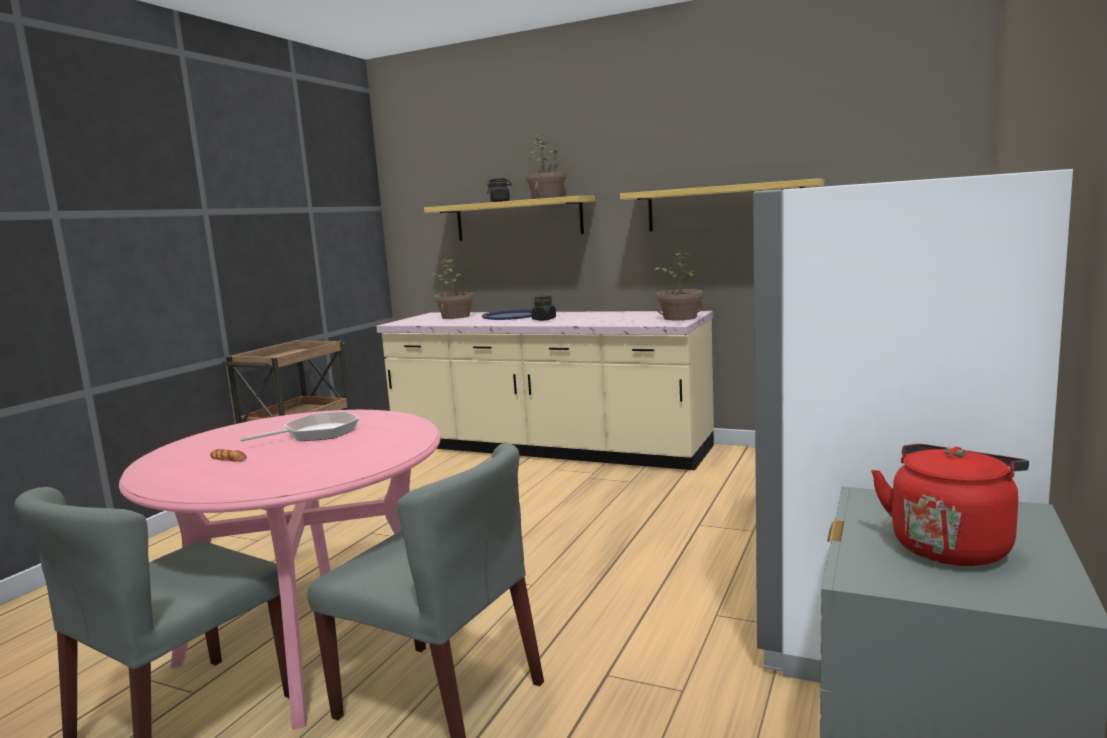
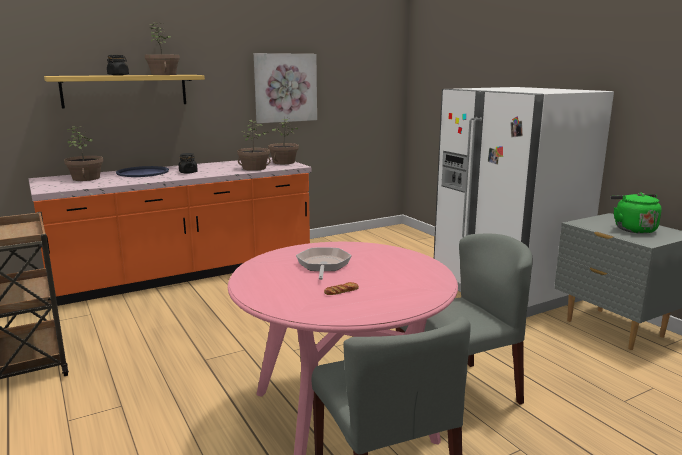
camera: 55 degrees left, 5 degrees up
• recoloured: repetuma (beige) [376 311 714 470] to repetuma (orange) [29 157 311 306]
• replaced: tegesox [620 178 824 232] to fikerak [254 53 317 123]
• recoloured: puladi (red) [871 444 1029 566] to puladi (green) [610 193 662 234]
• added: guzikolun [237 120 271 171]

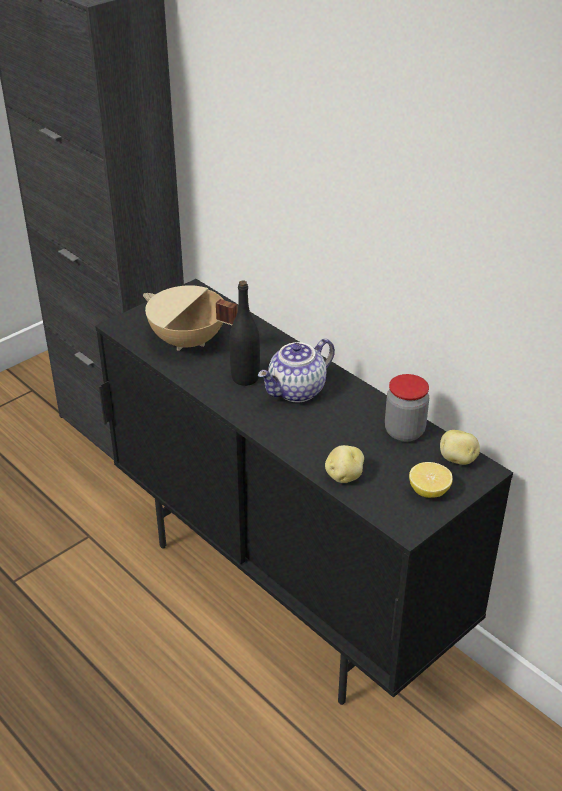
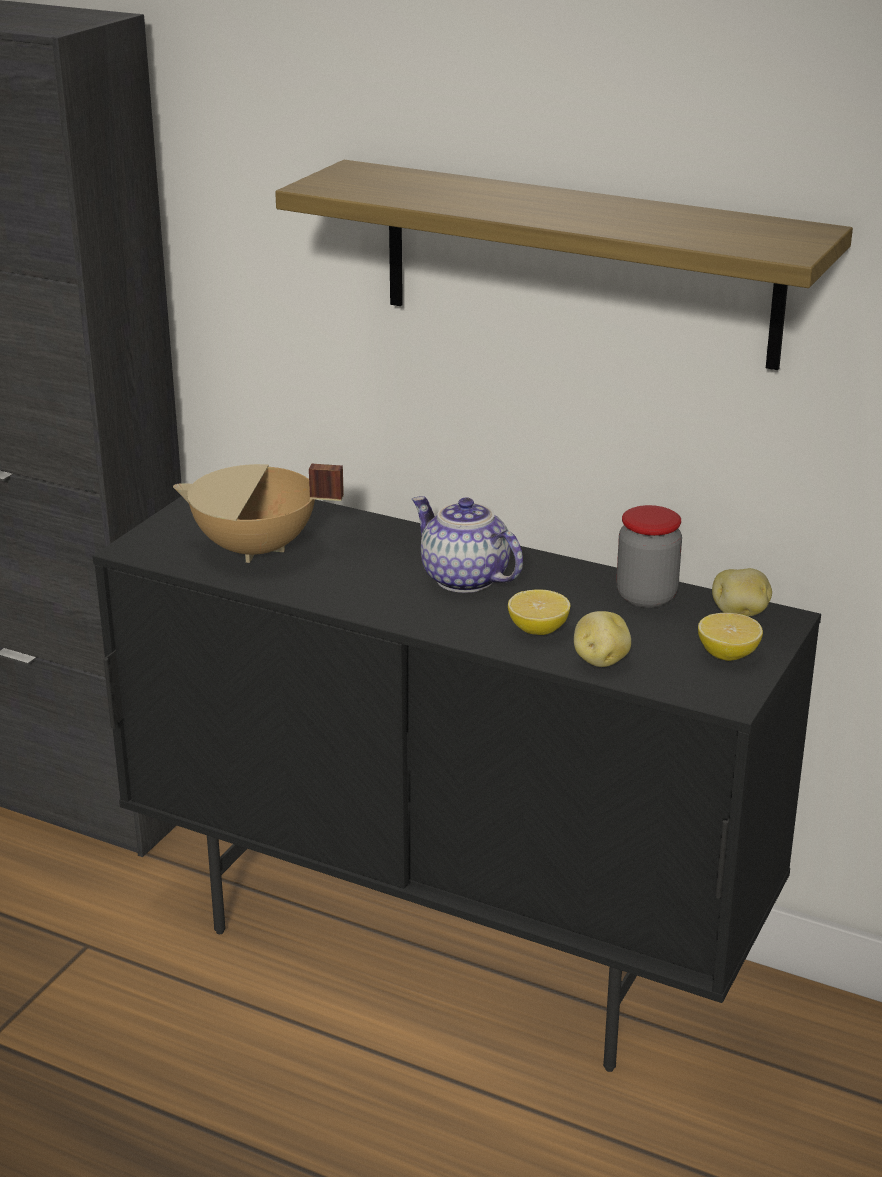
camera: 20 degrees left, 10 degrees down
• removed: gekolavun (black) [229 280 260 386]
• turned: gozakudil [258 338 335 402] = [412 496 523 593] 105 degrees clockwise
• added: tegesox [275 160 853 370]
• added: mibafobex [508 589 570 635]

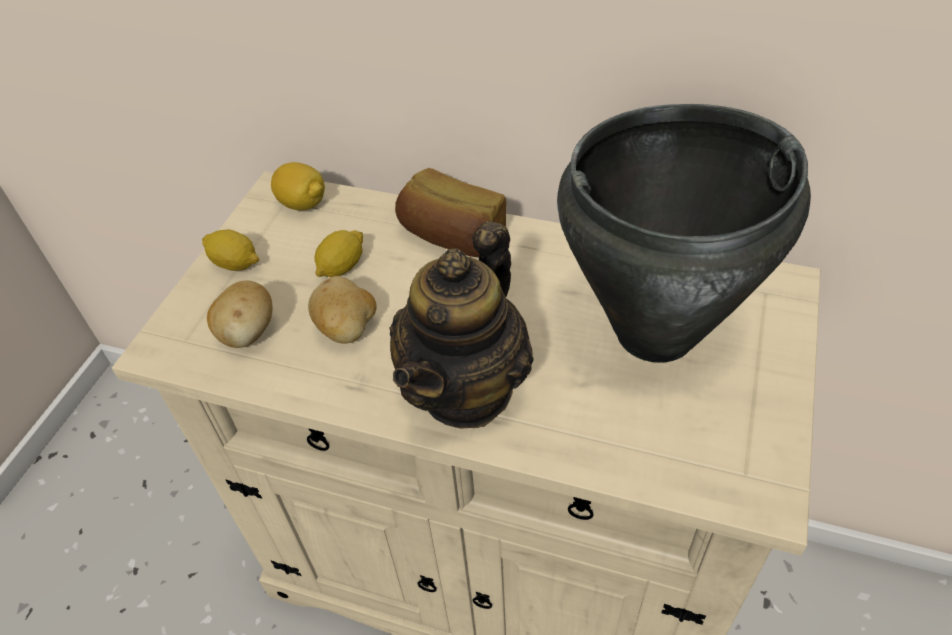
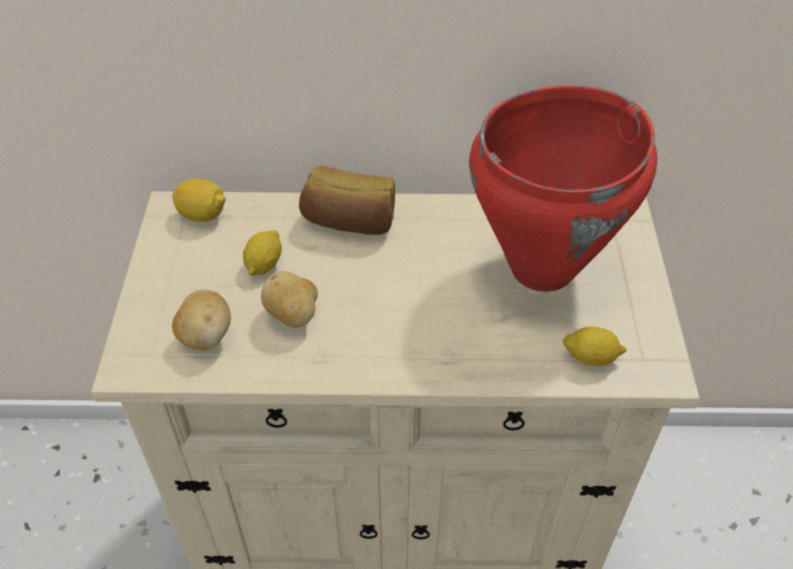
camera: 20 degrees left, 0 degrees up
• moved: mibafobex [202 229 259 271] to [562 327 627 366]
• removed: gozakudil [389 221 534 429]
• recoloured: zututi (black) [557 104 811 363] to zututi (red) [469 85 657 292]

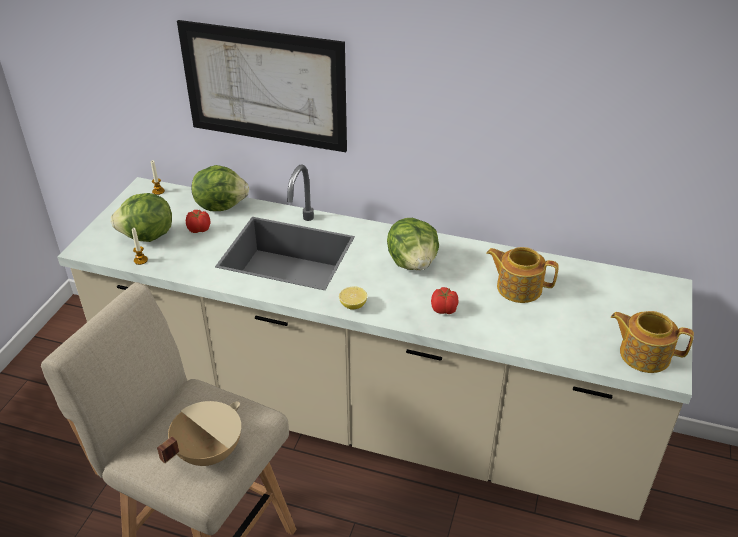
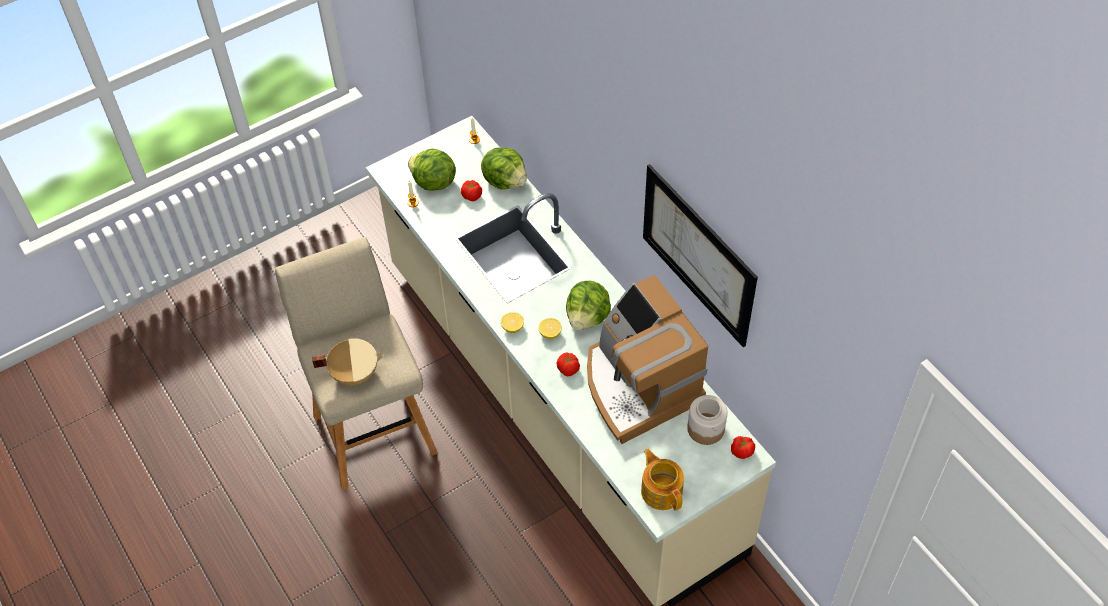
camera: 40 degrees right, 15 degrees up
• moved: fikerak [177 20 347 152] to [643 164 758 347]
• replaced: gozakudil [486 247 559 303] to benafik [587 275 708 444]
• added: mibafobex [538 318 562 339]
• added: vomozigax [687 395 727 445]
• added: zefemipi [731 436 755 459]

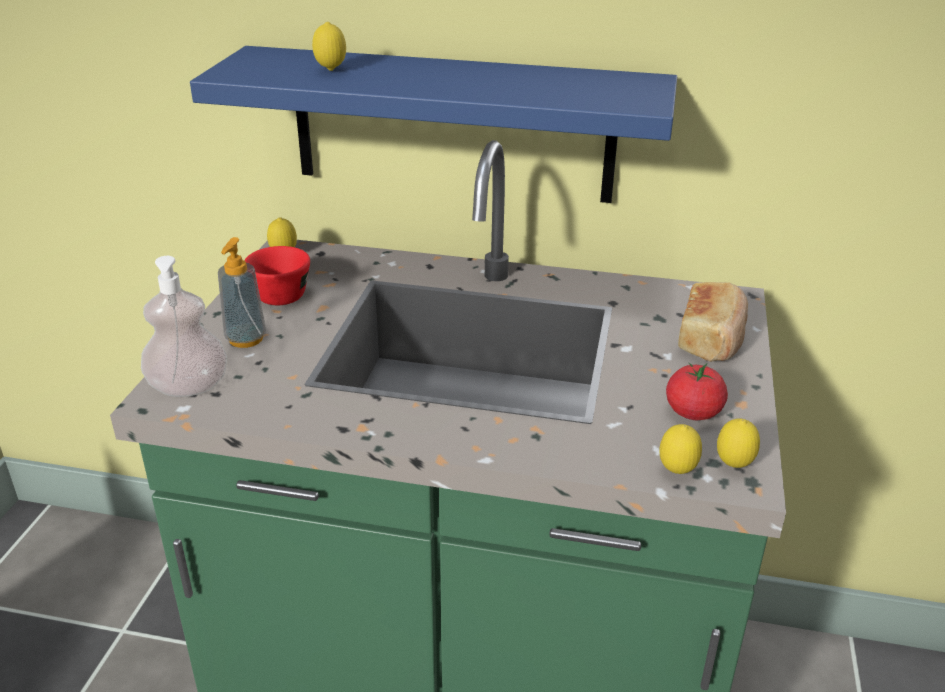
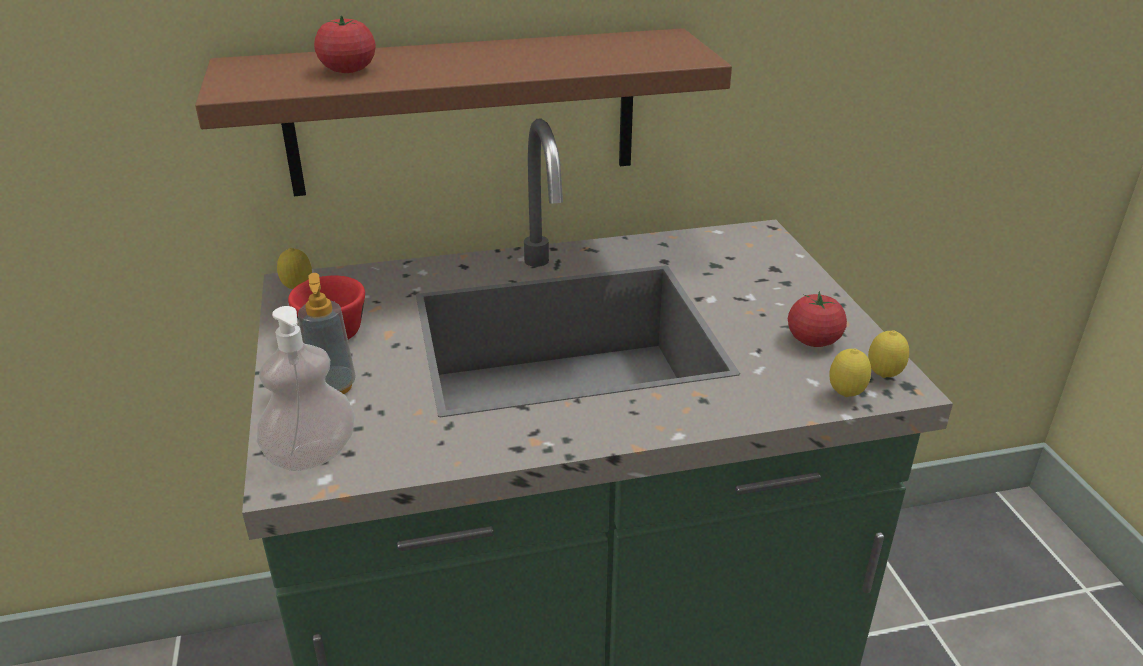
camera: 25 degrees left, 0 degrees up
• recoloured: tegesox (blue) [190 46 677 203] to tegesox (brown) [195 28 732 196]
• replaced: mibafobex [312 22 346 71] to zefemipi [314 15 376 73]
• removed: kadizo [678 282 748 362]

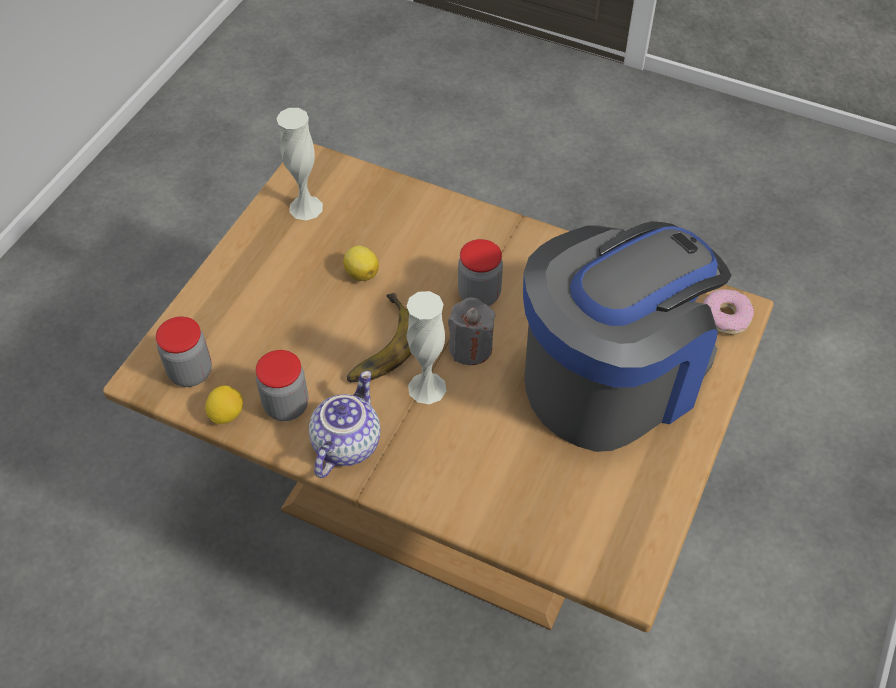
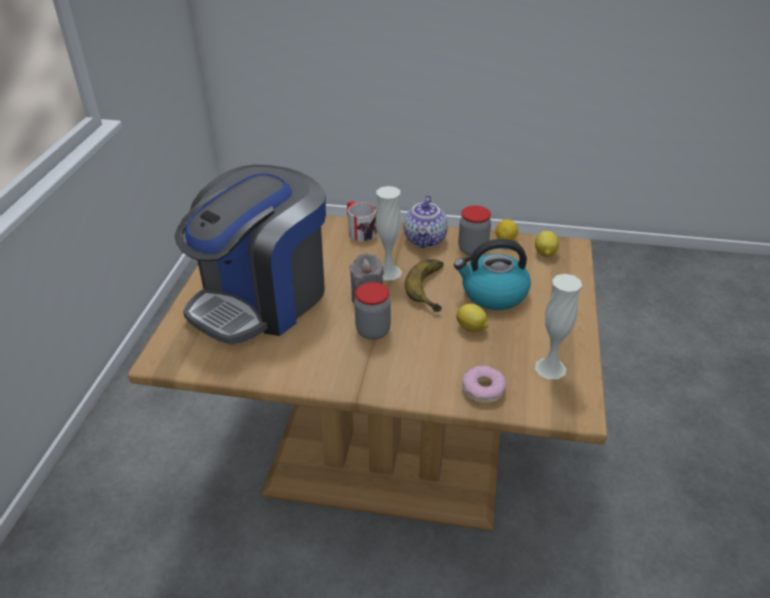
camera: 165 degrees right, 15 degrees down
• replaced: vomozigax [156 317 212 387] to mibafobex [535 231 559 257]
• moved: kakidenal [703 289 754 335] to [462 365 507 404]
• added: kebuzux [347 201 377 241]
• added: puladi [454 239 531 310]

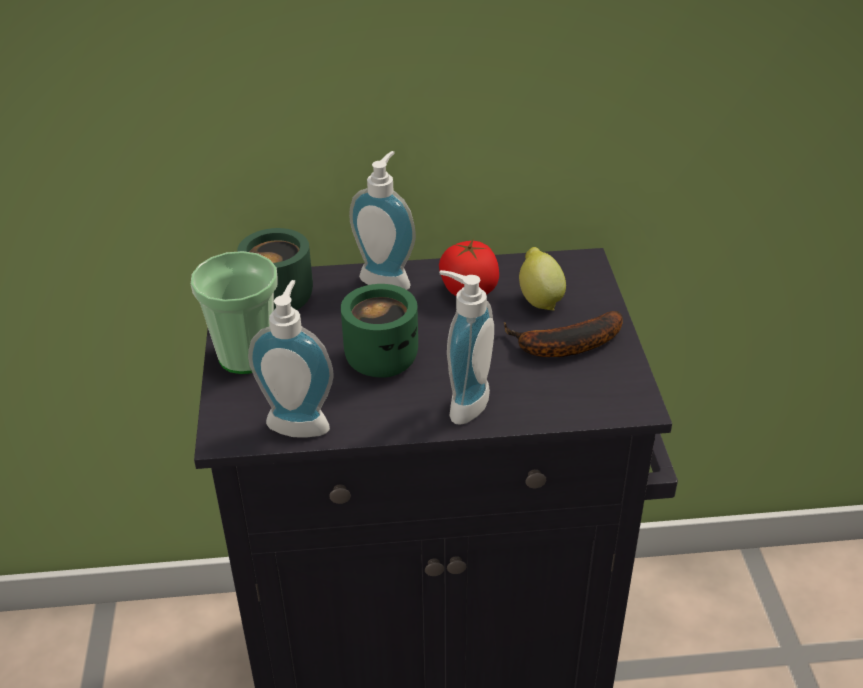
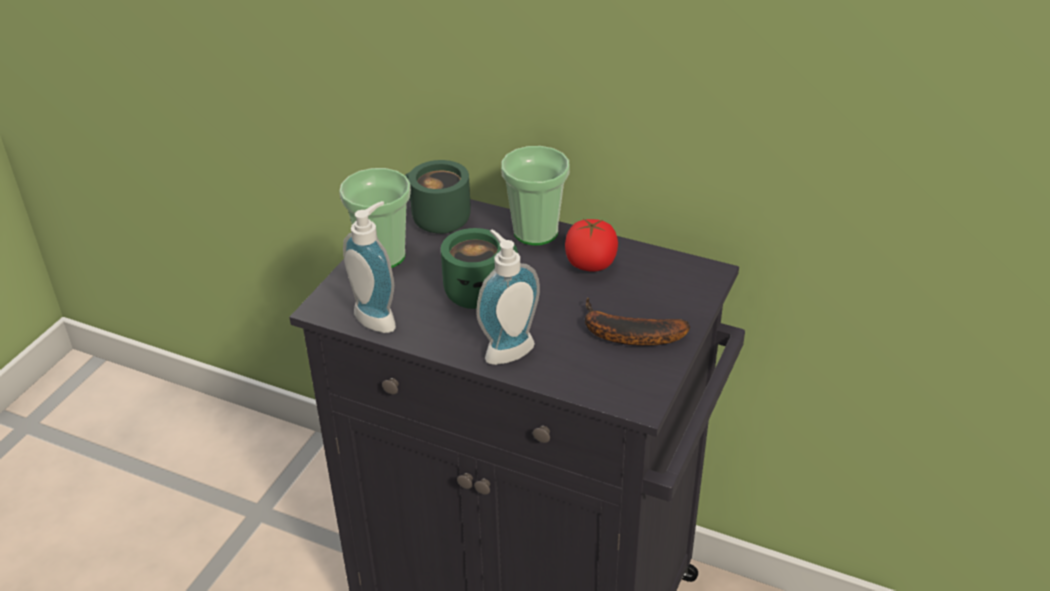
camera: 30 degrees right, 0 degrees up
• replaced: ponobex [349 151 416 290] to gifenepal [501 146 570 245]
• removed: mibafobex [519 247 566 311]

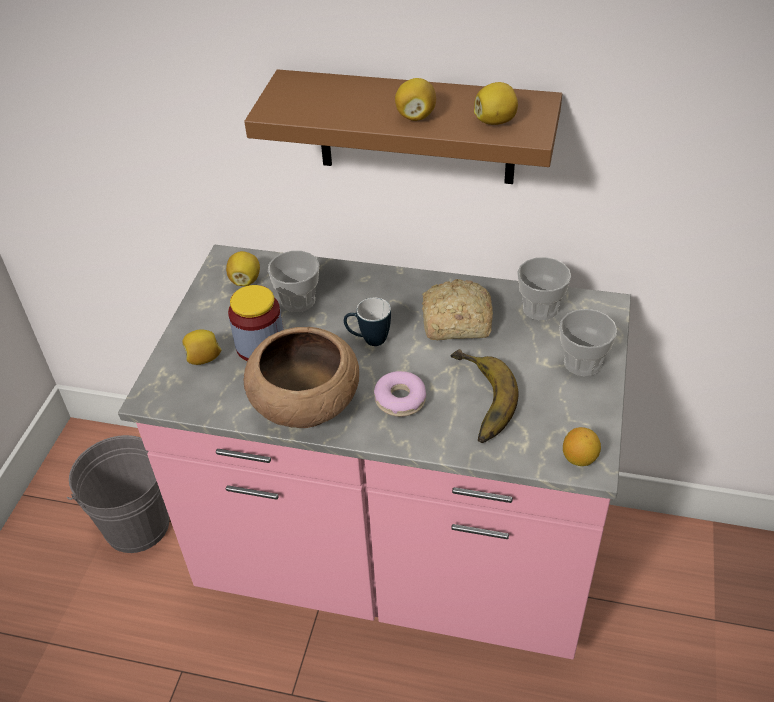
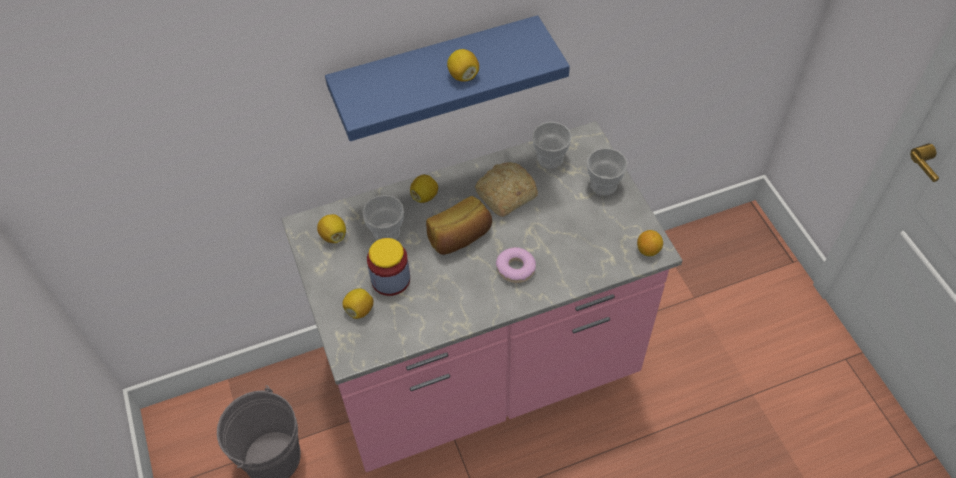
camera: 35 degrees left, 10 degrees up
• recoloured: tegesox (brown) [244 69 562 184] to tegesox (blue) [325 15 570 141]
• removed: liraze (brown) [244 327 359 428]
• replaced: kebuzux [344 298 391 346] to kadizo [426 196 492 255]
• removed: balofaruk [451 349 519 443]
• moved: mibafobex [474 82 518 125] to [410 175 438 203]

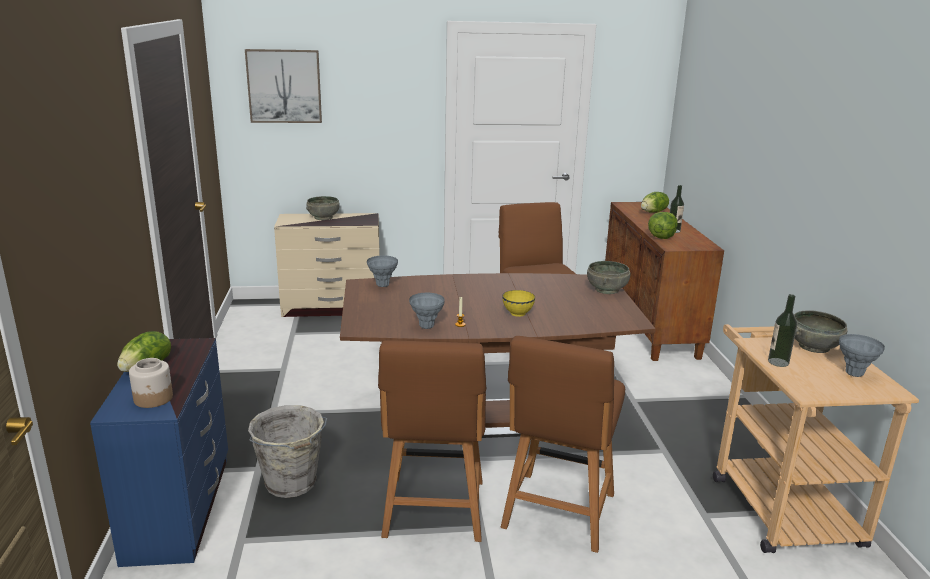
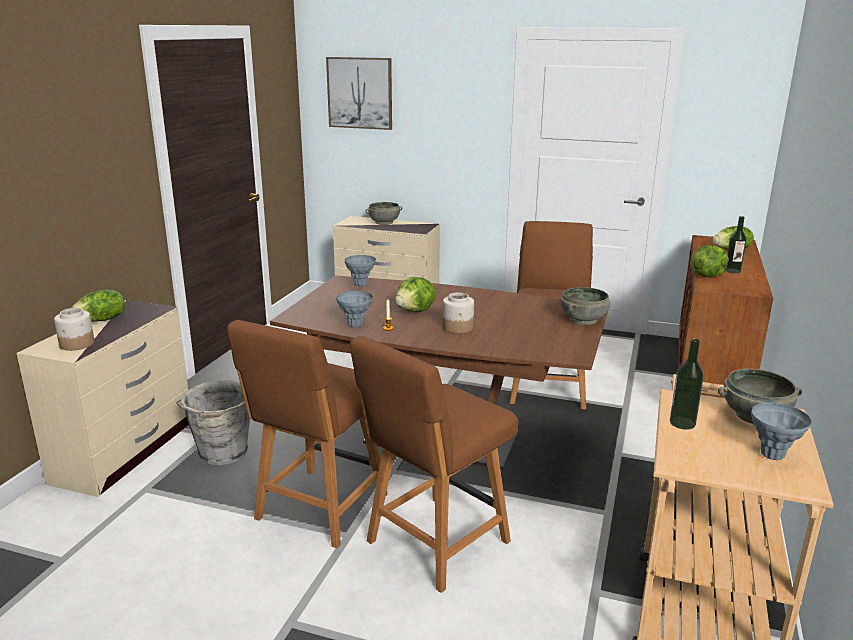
camera: 25 degrees right, 0 degrees up
• recoloured: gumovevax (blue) [90 338 228 567] to gumovevax (beige) [16 300 189 497]
• replaced: liraze (yellow) [503 290 535 317] to vomozigax [443 293 474 333]
• added: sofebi [395 277 436 312]

